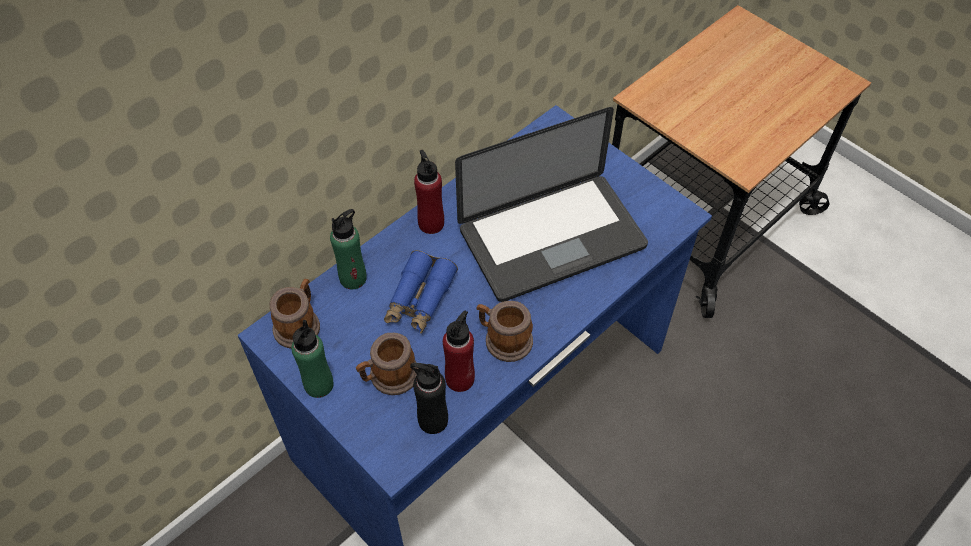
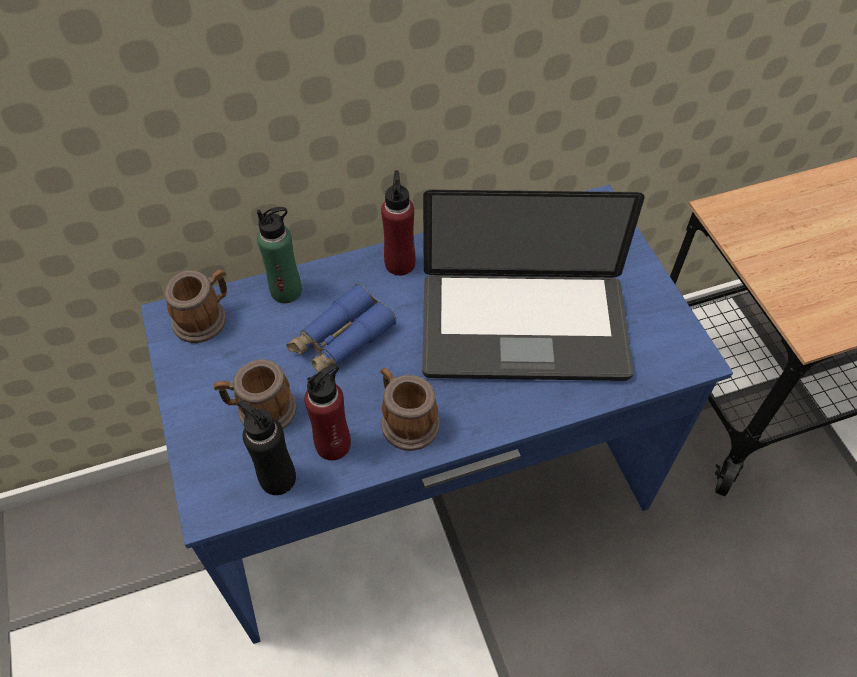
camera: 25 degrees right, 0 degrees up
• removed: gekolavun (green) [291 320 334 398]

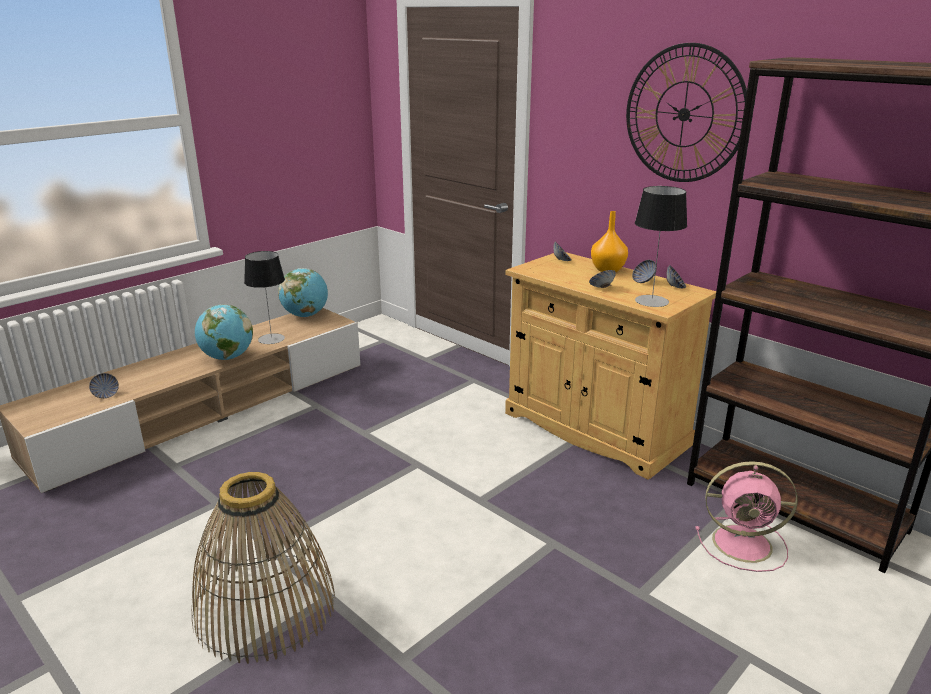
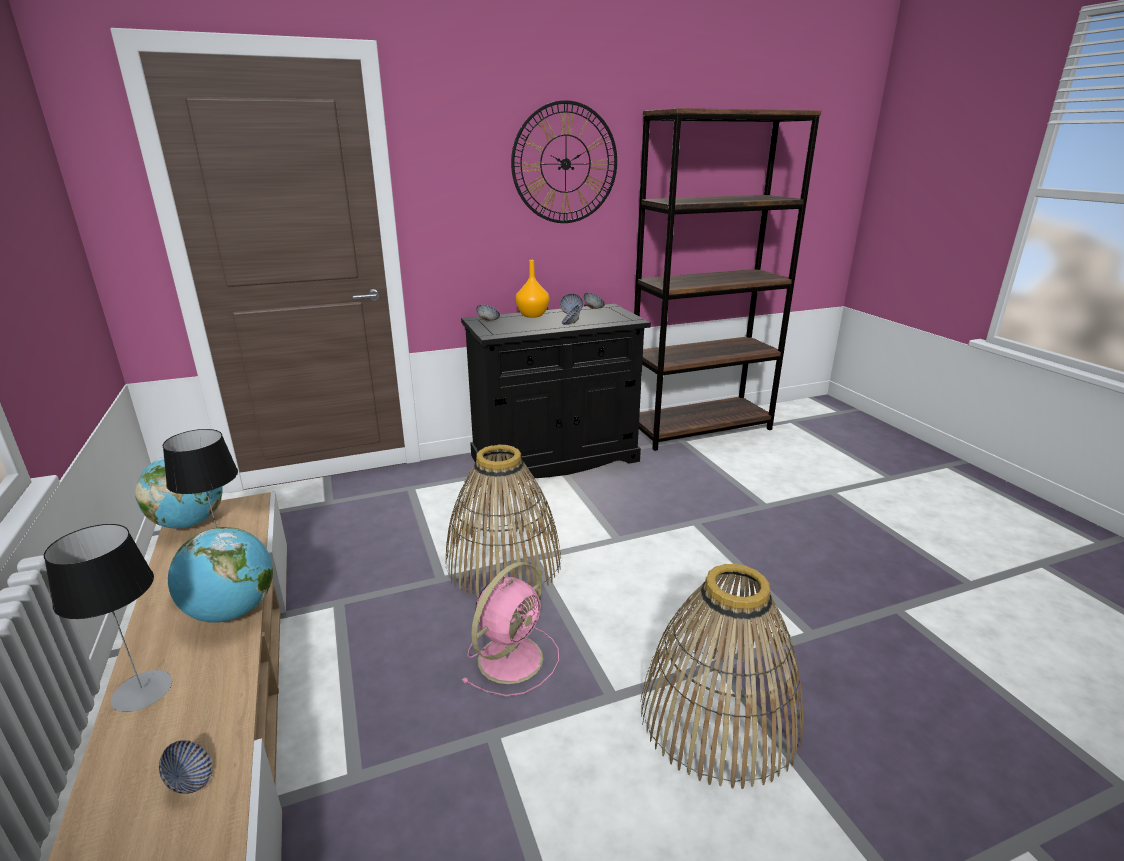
camera: 65 degrees left, 0 degrees up
• recoloured: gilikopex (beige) [505 252 716 480] to gilikopex (black) [461 304 651 484]
• moved: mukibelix [635 186 687 307] to [44 524 172 712]
• moved: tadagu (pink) [695 461 798 572] to [461 562 559 696]
• added: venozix [445 445 561 598]

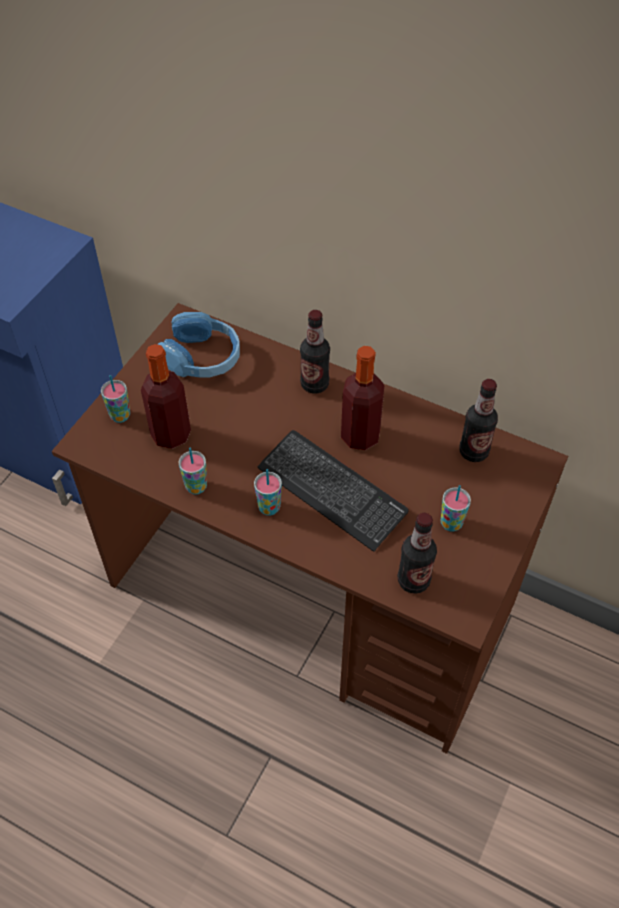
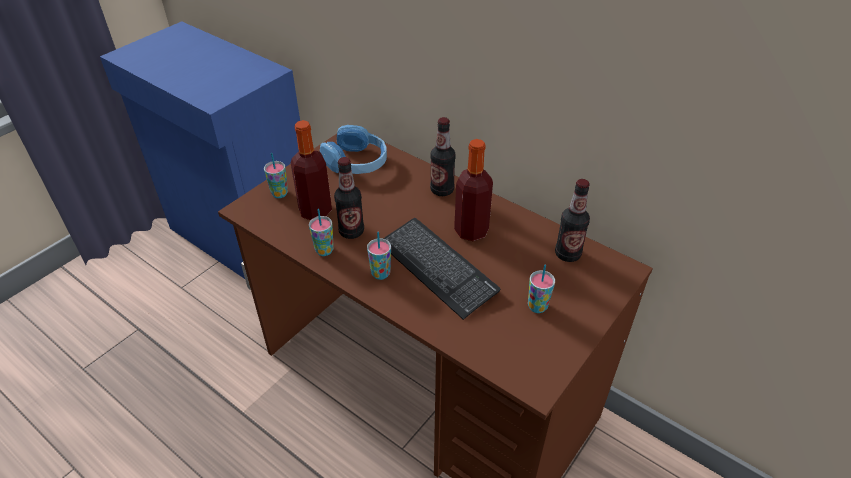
camera: 10 degrees right, 10 degrees down
• moved: gekolavun [398 513 437 594] to [334 157 364 239]

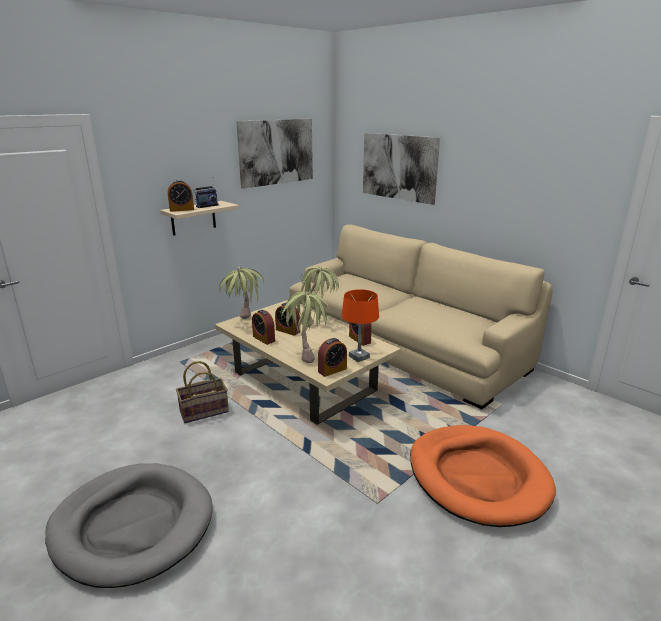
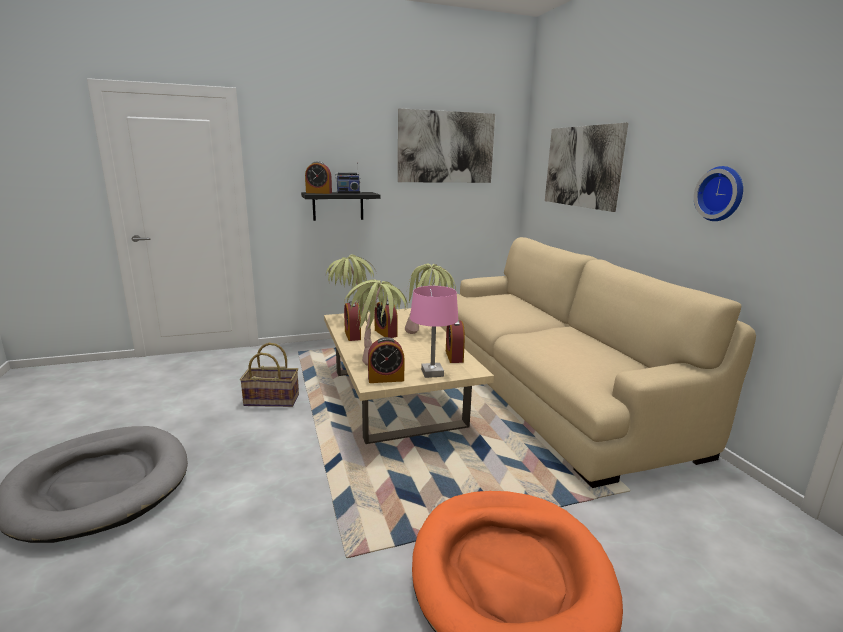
camera: 25 degrees right, 5 degrees down
• recoloured: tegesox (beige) [160 201 239 236] to tegesox (black) [301 192 380 221]
• recoloured: mukibelix (orange) [341 289 379 362] to mukibelix (pink) [410 286 458 378]
• added: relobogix [694 166 743 221]

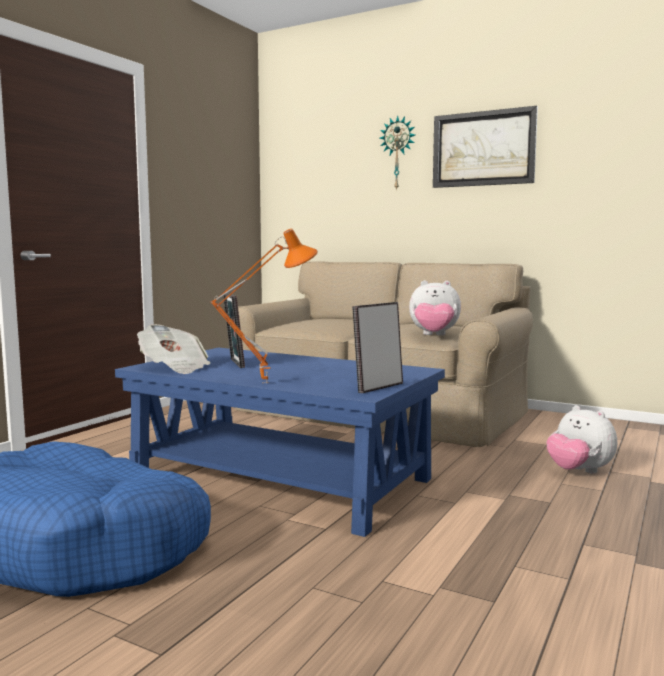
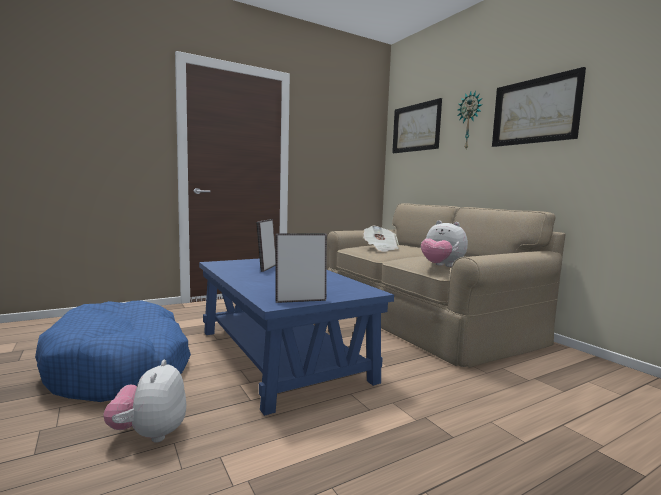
camera: 30 degrees right, 0 degrees up
• moved: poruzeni [137 324 210 374] to [363 226 399 252]
• removed: mukibelix (orange) [210 229 318 383]
• moved: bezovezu [547 405 617 473] to [103 360 186 443]
• added: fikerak [392 98 442 153]

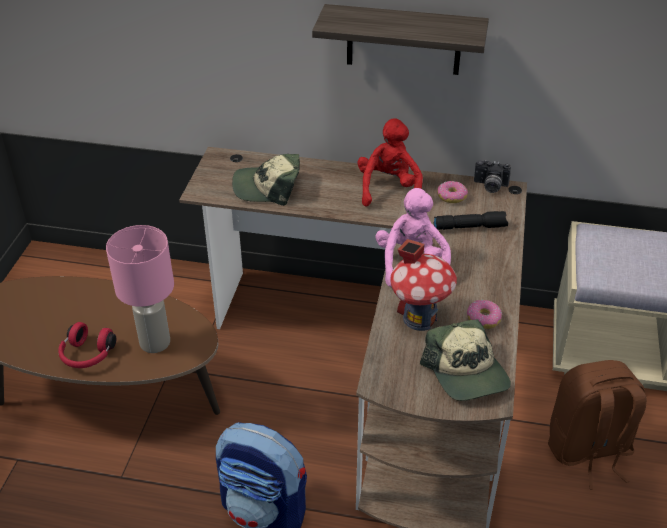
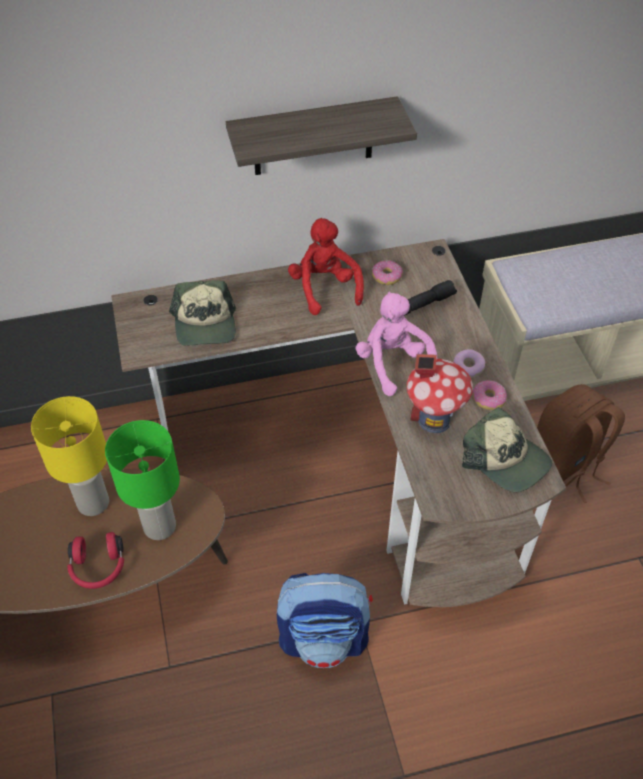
camera: 25 degrees left, 10 degrees up
• recoloured: mukibelix (pink) [106 225 174 353] to mukibelix (green) [105 420 180 540]
• turned: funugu [232 154 300 206] = [169 280 236 346] 75 degrees counterclockwise
• removed: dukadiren [474 160 511 193]
• added: mukibelix (yellow) [31 396 109 516]
• added: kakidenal [453 349 485 378]

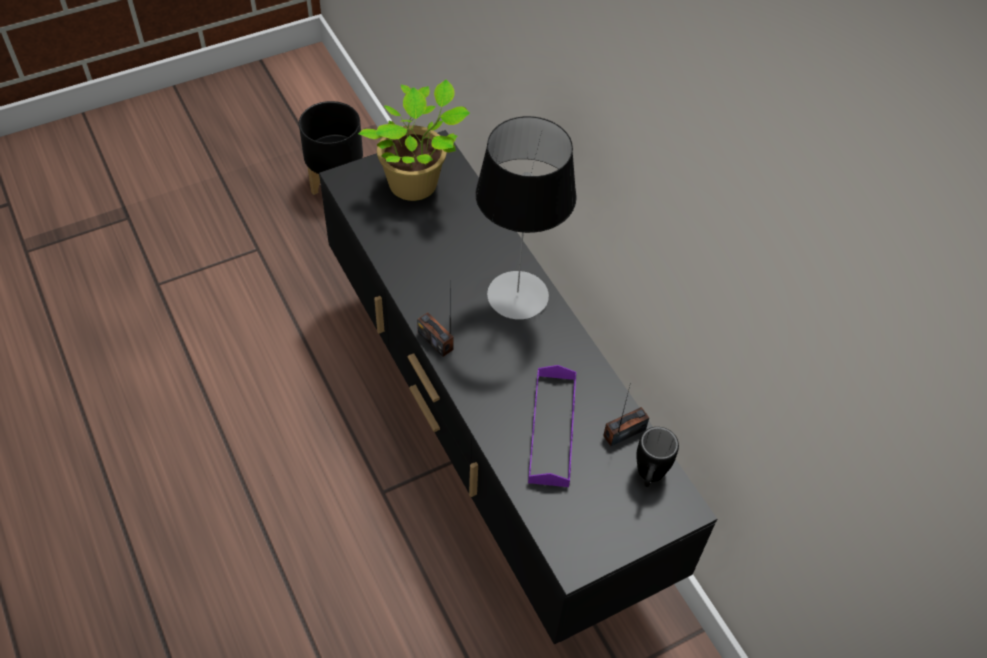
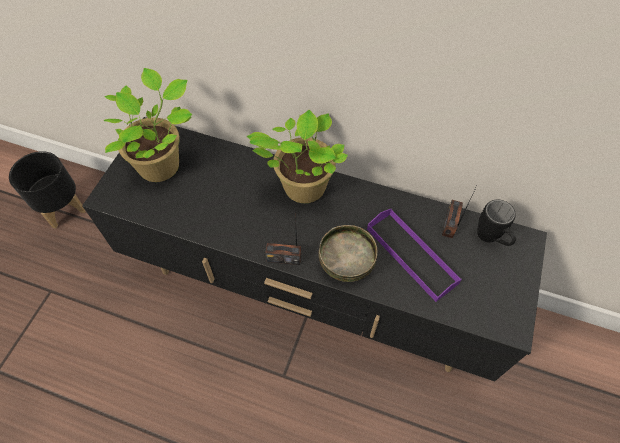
camera: 40 degrees left, 5 degrees up
• replaced: mukibelix [475 116 577 320] to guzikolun [247 110 348 203]
• added: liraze [318 225 378 282]

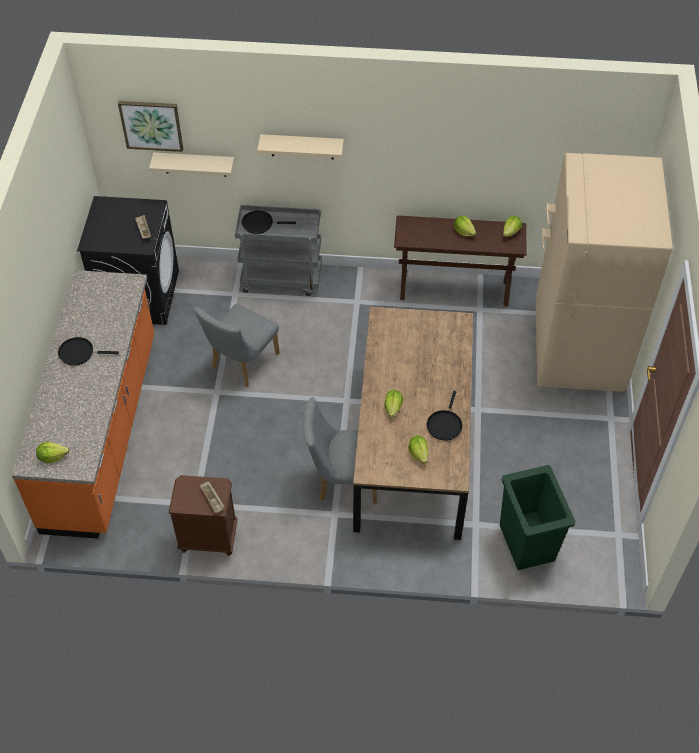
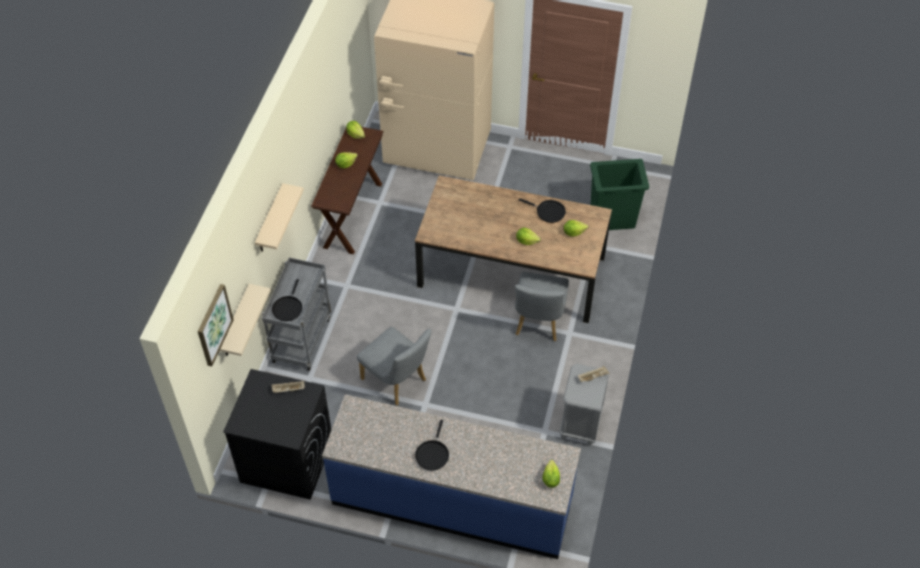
camera: 80 degrees left, 0 degrees up
• recoloured: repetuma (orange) [12 270 154 539] to repetuma (blue) [322 394 581 559]
• recoloured: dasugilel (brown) [168 475 238 556] to dasugilel (grey) [559 364 609 446]

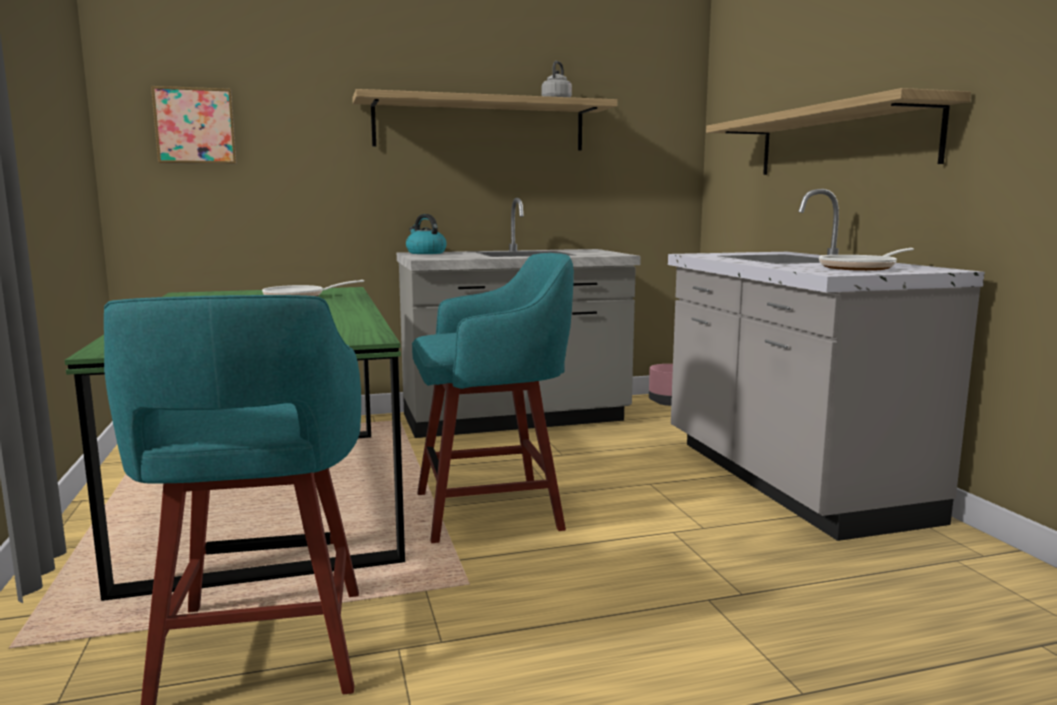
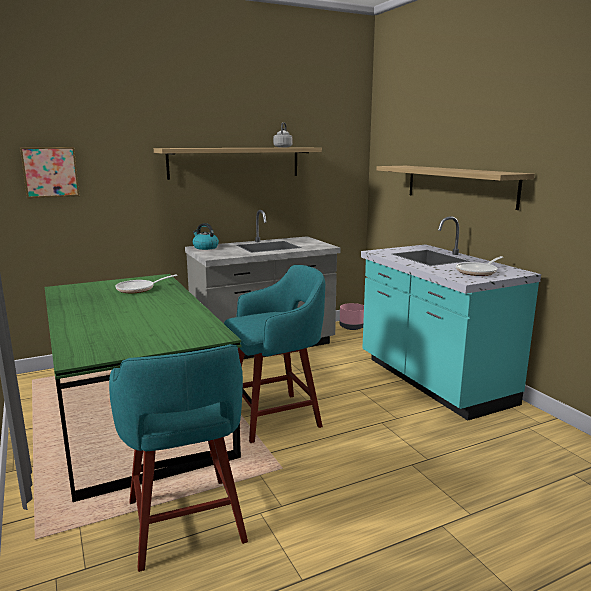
camera: 10 degrees left, 5 degrees up
• recoloured: repetuma (grey) [668 189 985 541] to repetuma (turquoise) [361 216 541 421]

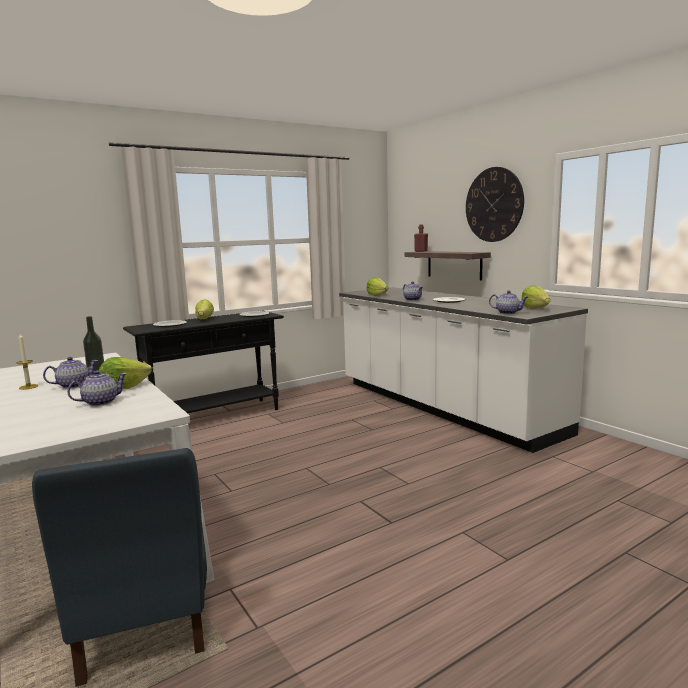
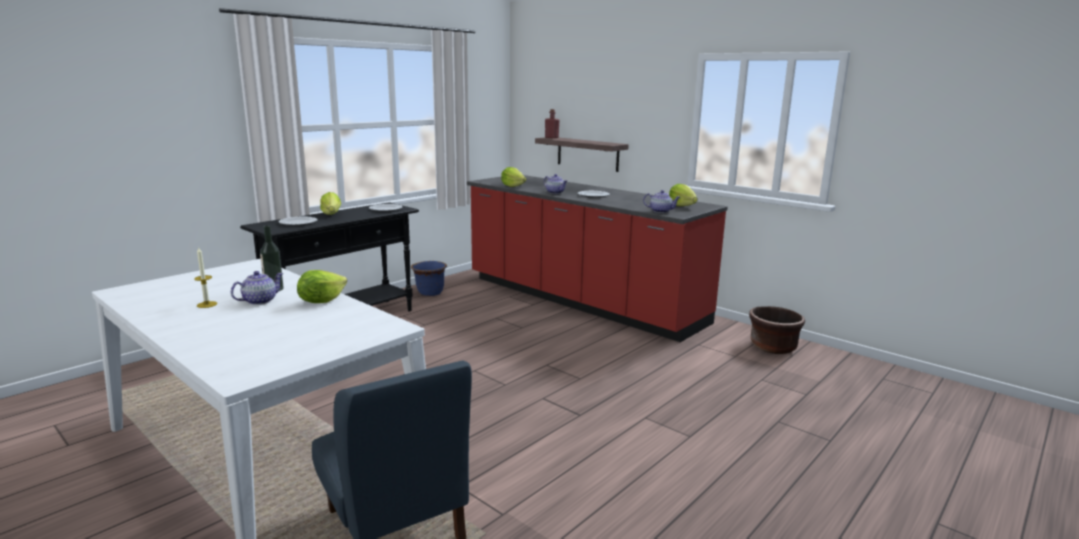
camera: 15 degrees left, 5 degrees up
• removed: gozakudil [67 370 127 406]
• recoloured: repetuma (white) [339 287 588 453] to repetuma (red) [467 175 728 342]
• removed: relobogix [466 167 524 242]
• added: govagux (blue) [411 261 447 296]
• added: govagux (brown) [749 306 805 354]

